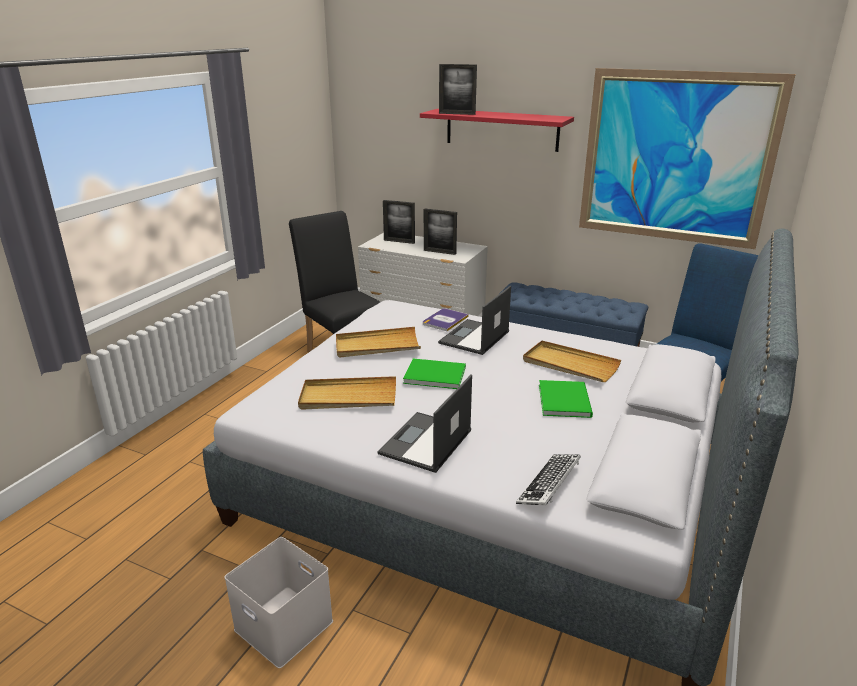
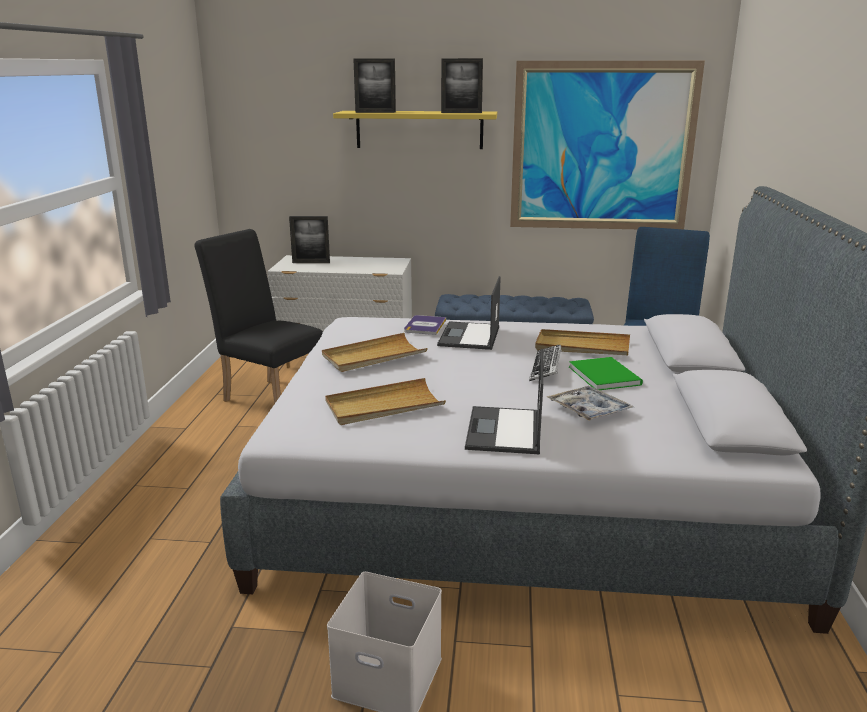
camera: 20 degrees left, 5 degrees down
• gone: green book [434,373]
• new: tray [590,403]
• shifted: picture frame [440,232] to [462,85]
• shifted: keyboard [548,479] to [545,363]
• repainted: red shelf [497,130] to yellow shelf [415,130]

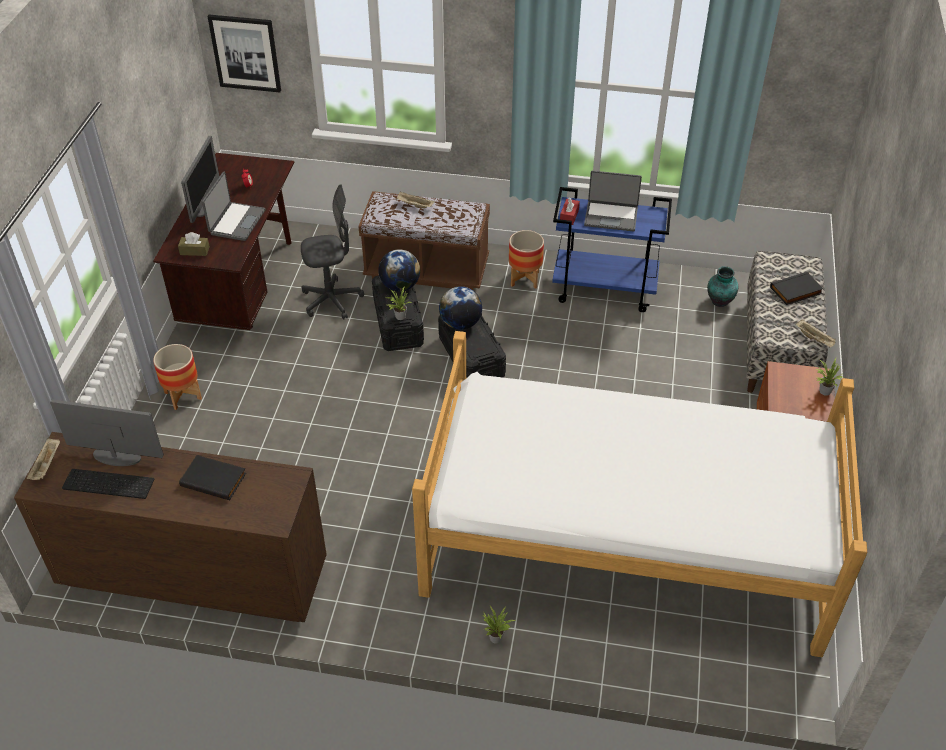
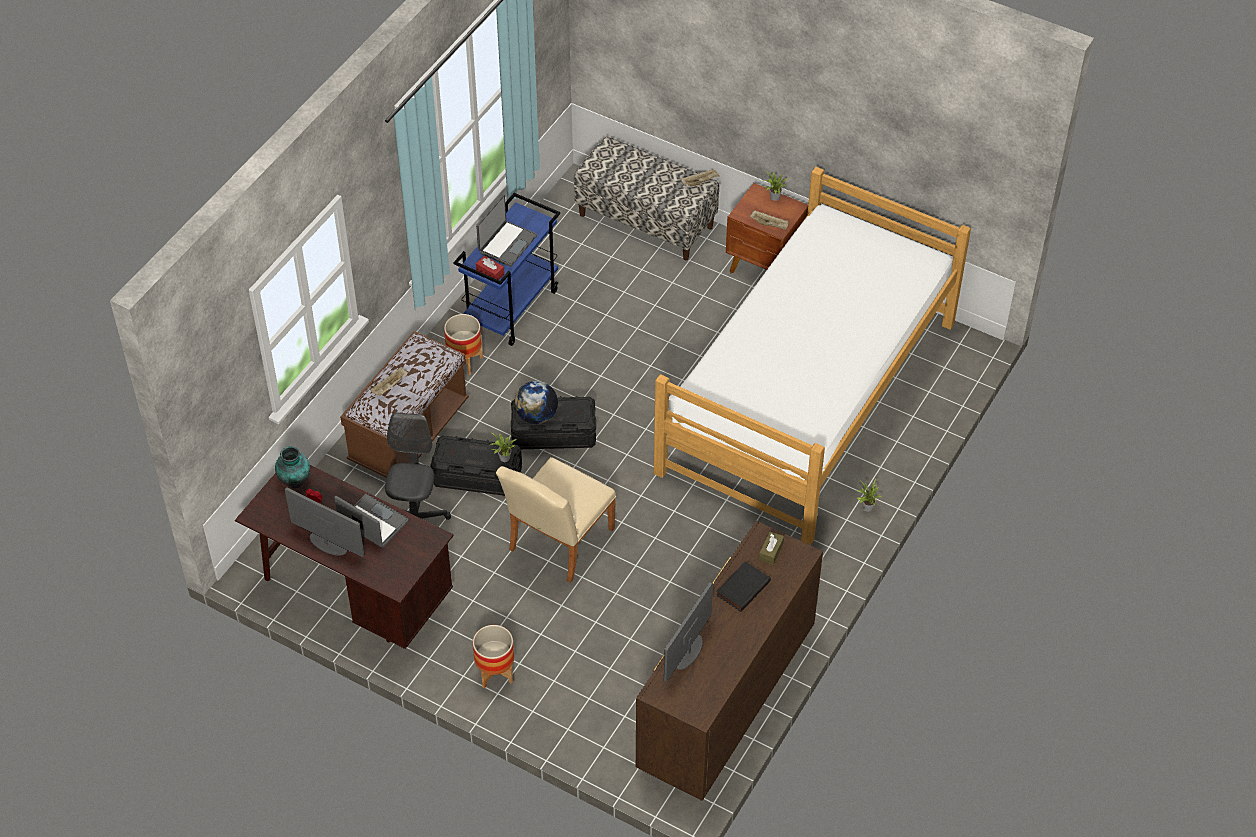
camera: 70 degrees left, 5 degrees up
• gone: keyboard [108,484]
• gone: picture [244,53]
• gone: globe [399,270]
• gone: black book [796,288]
• new: beige chair [556,520]
• shifted: beige tray [43,459] to [769,220]
• shifted: brown tissue box [194,244] to [771,548]
• shifted: vase [722,286] to [292,467]

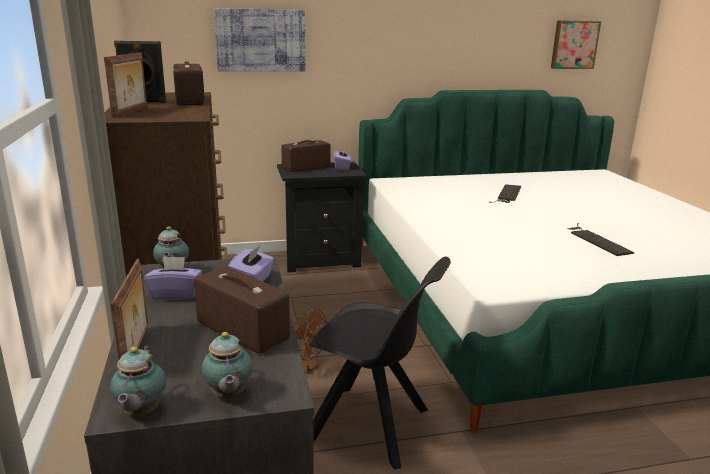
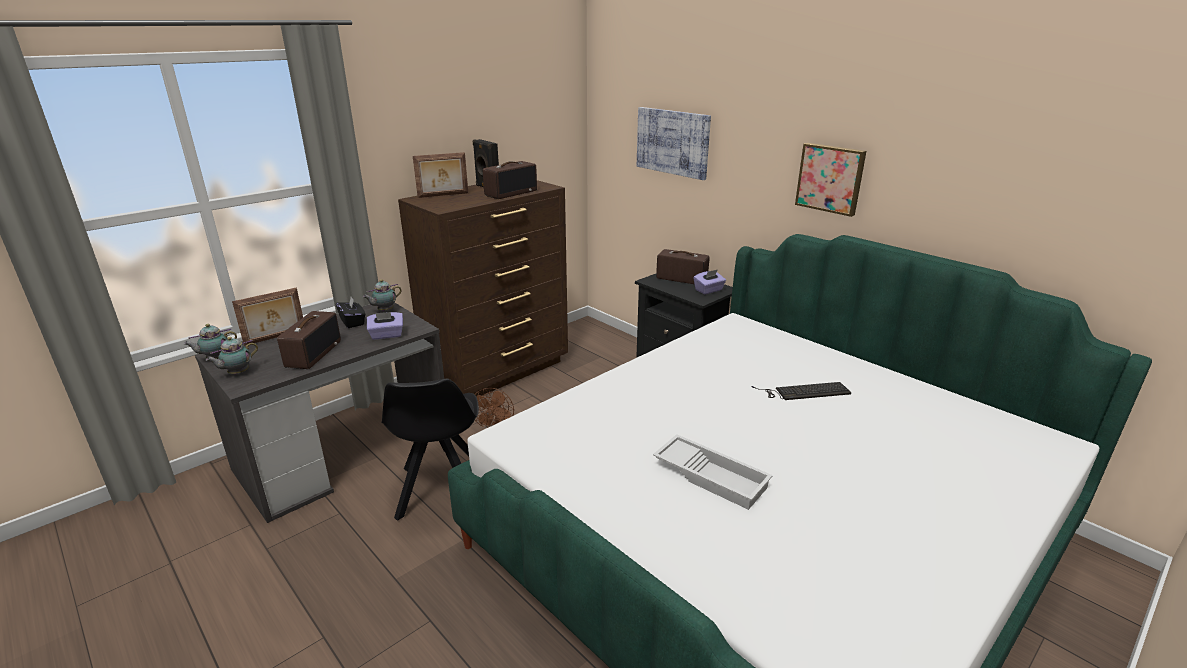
camera: 60 degrees right, 5 degrees up
• shifted: picture [576,44] to [830,180]
• swapped: keyboard [601,239] to white tray [713,472]
• repainted: purple tissue box [173,278] to black tissue box [350,312]

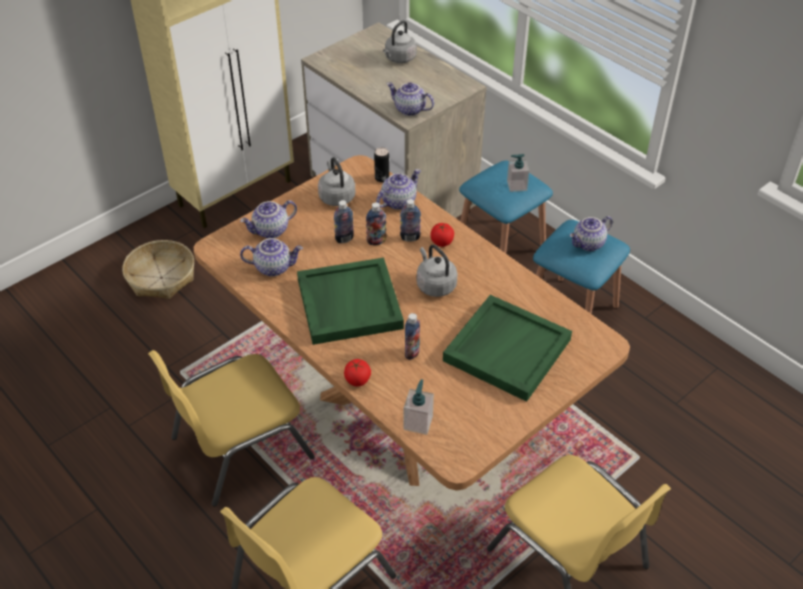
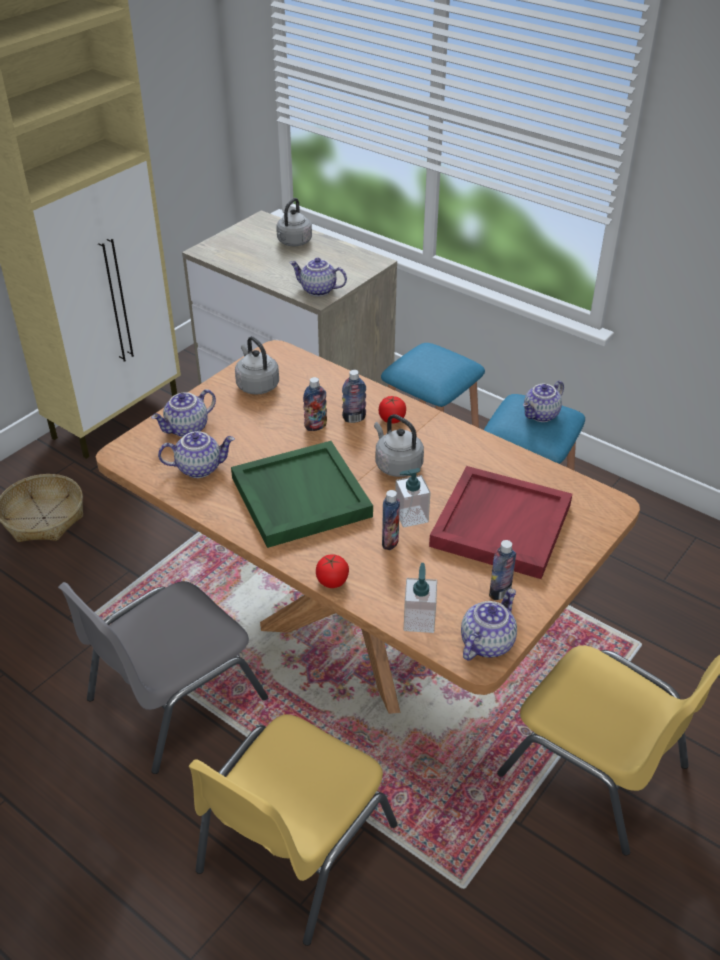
camera: 10 degrees left, 5 degrees down
• gone: can [381,164]
• shifted: bottle [344,221] to [502,570]
• shifted: teapot [398,189] to [489,625]
• shifted: soap dispenser [518,173] to [413,497]
• repainted: yellow chair [231,428] to grey chair [163,677]
• repainted: green tray [507,348] to red tray [500,522]

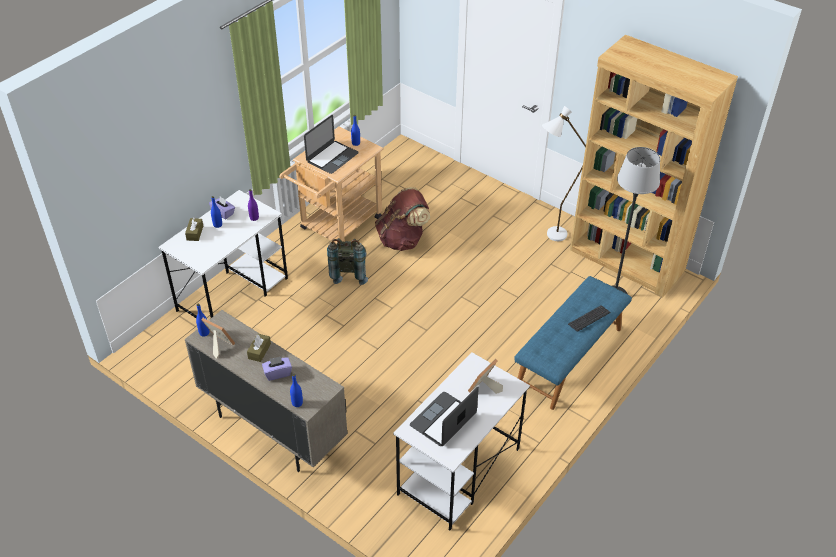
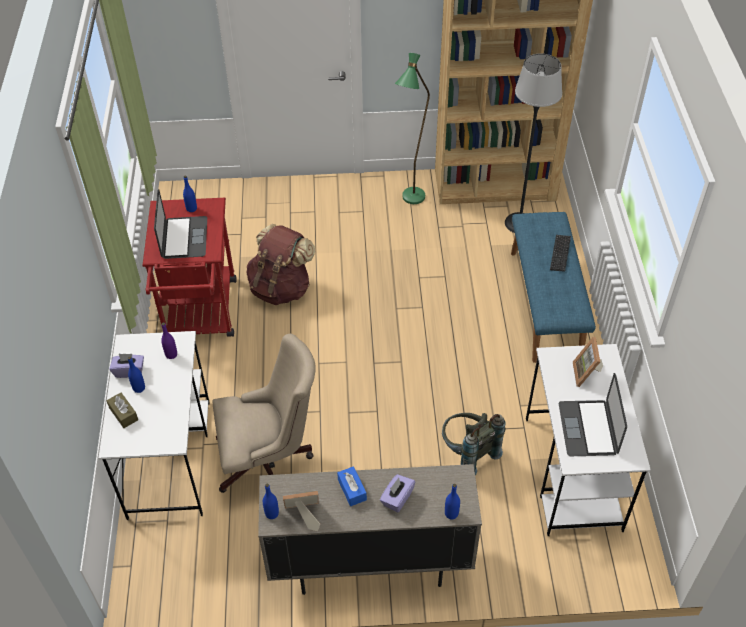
camera: 40 degrees left, 5 degrees up
• new: beige office chair [264,413]
• shifted: grey backpack [347,261] to [474,444]
• repainted: brown tissue box [259,348] to blue tissue box [352,486]
• repainted: beige cart [331,185] to red cart [189,267]
• repainted: white floor lamp [564,173] to green floor lamp [412,128]

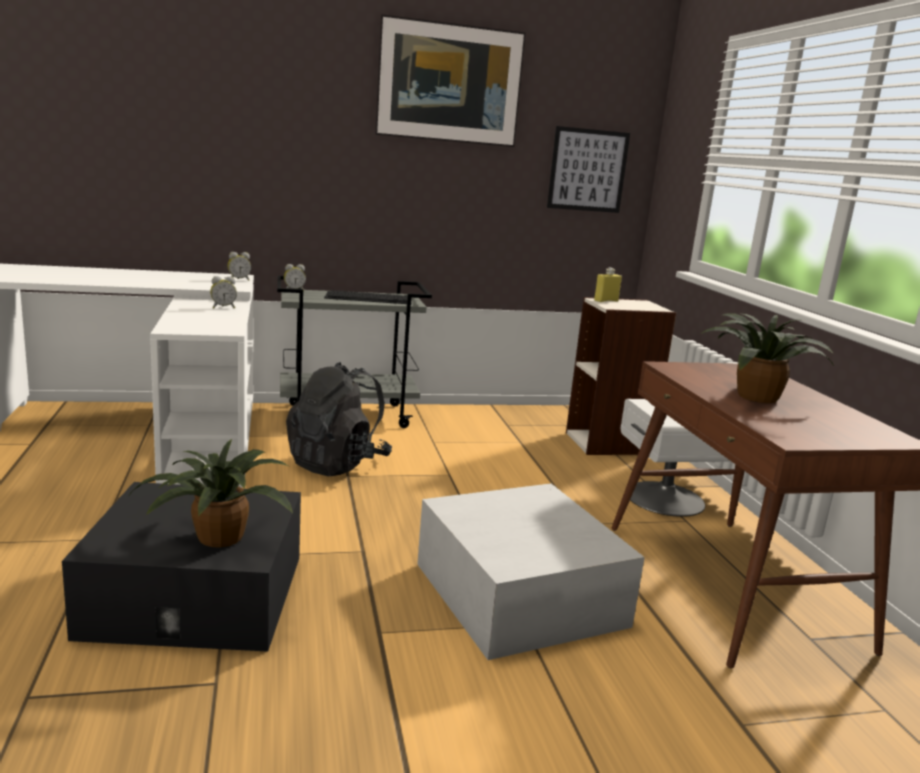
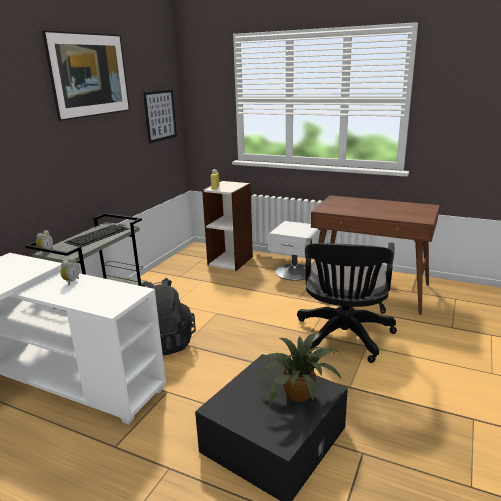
camera: 50 degrees left, 5 degrees up
• gone: alarm clock [239,266]
• gone: potted plant [767,358]
• swapped: white storage box [531,571] to black office chair [347,300]

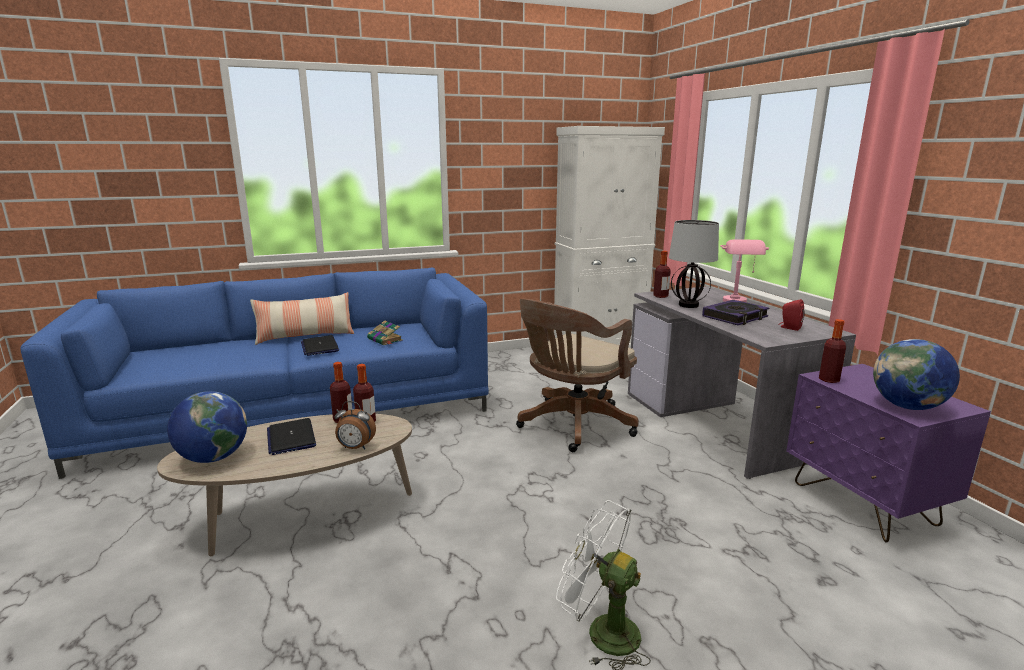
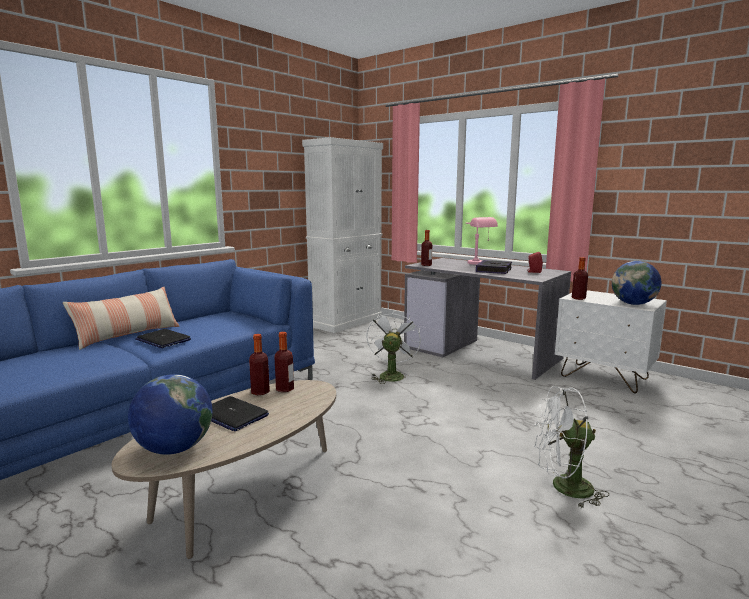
camera: 30 degrees left, 5 degrees down
• gone: alarm clock [355,425]
• gone: book [385,332]
• gone: table lamp [694,264]
• swapped: brown office chair [577,375] to white fan [394,347]
• repainted: purple nightstand [888,453] to white nightstand [611,341]

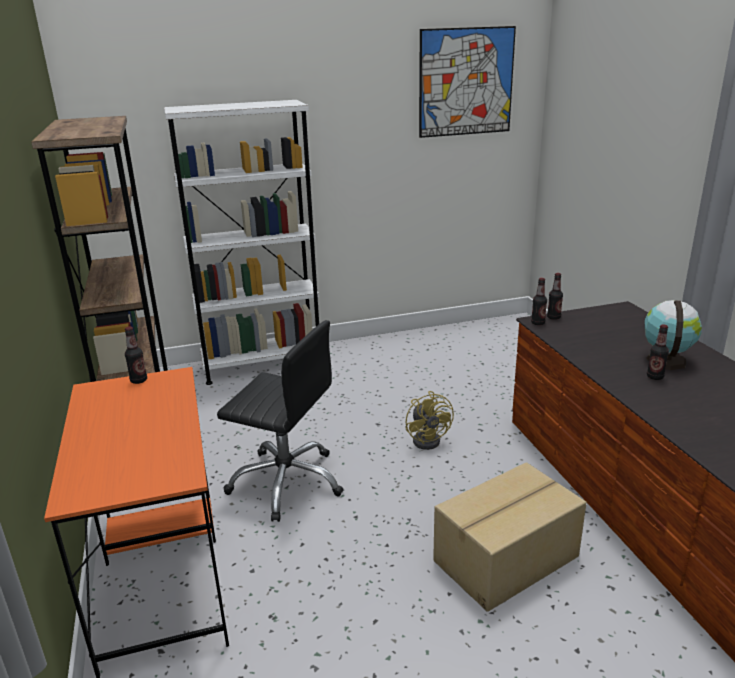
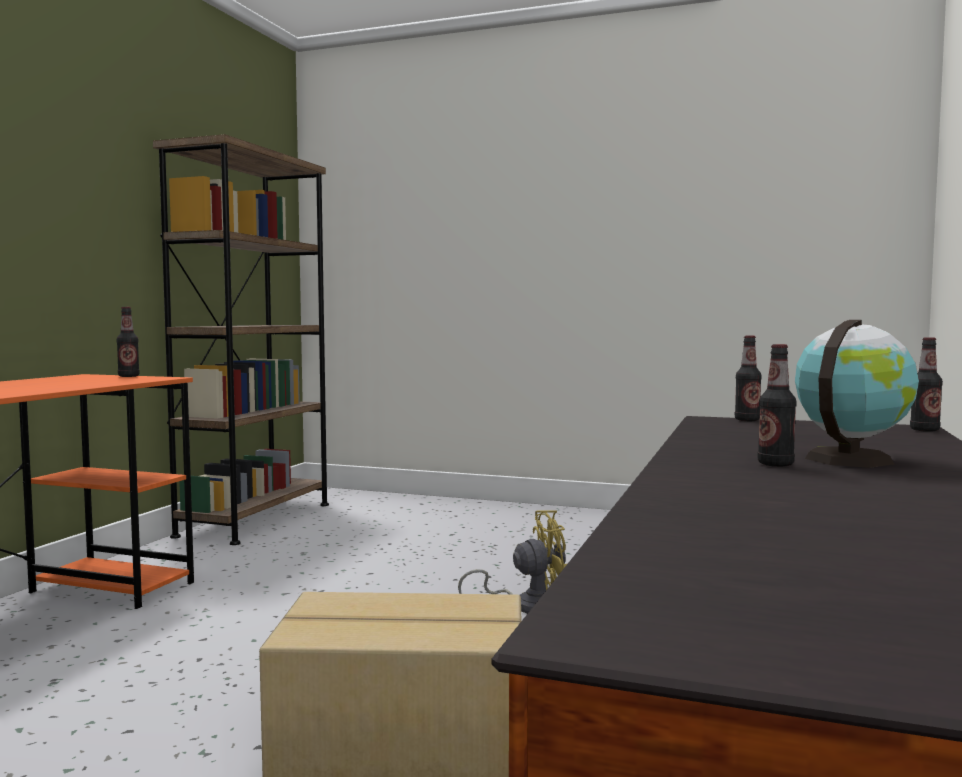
camera: 35 degrees right, 20 degrees down
• gone: white bookcase [241,242]
• gone: black office chair [280,421]
• gone: picture [467,82]
• shifted: bottle [539,301] to [926,384]
• rotated: yellow fan [429,420] = [512,562] 120 degrees counterclockwise

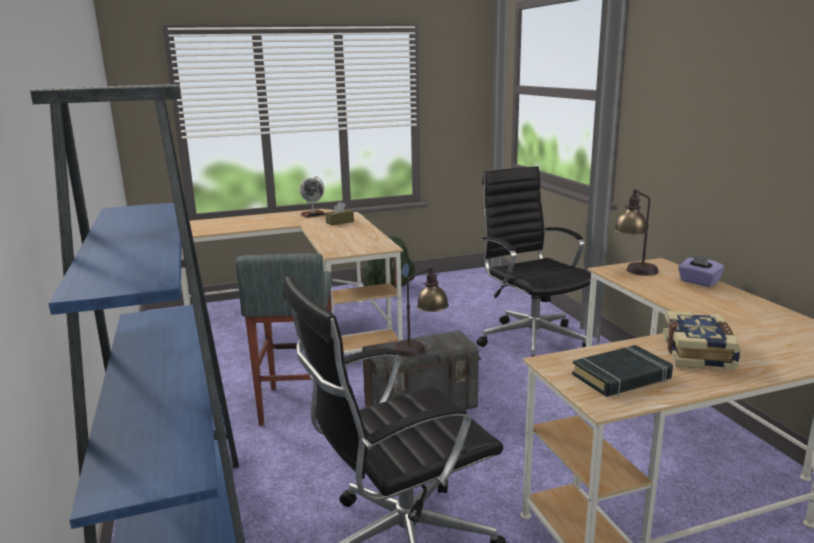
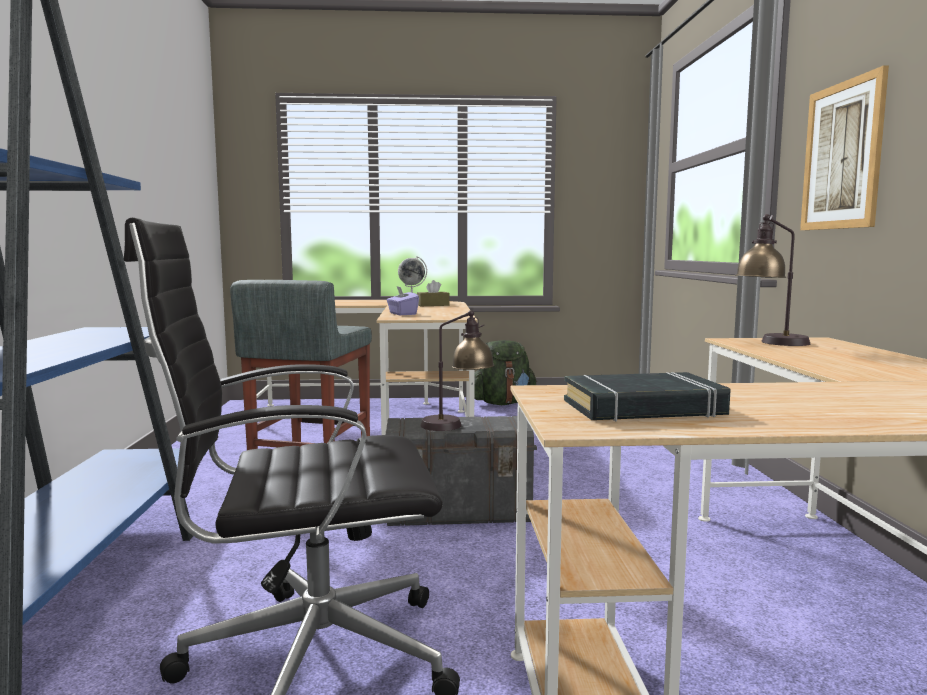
camera: 15 degrees right, 10 degrees down
• gone: black office chair [534,261]
• gone: book [702,341]
• new: picture [844,147]
• shifted: purple tissue box [701,270] to [403,301]

